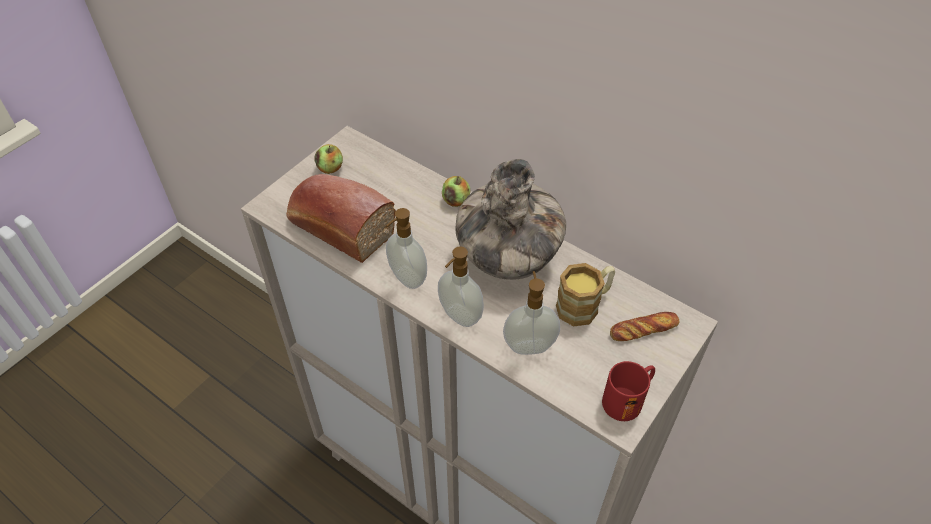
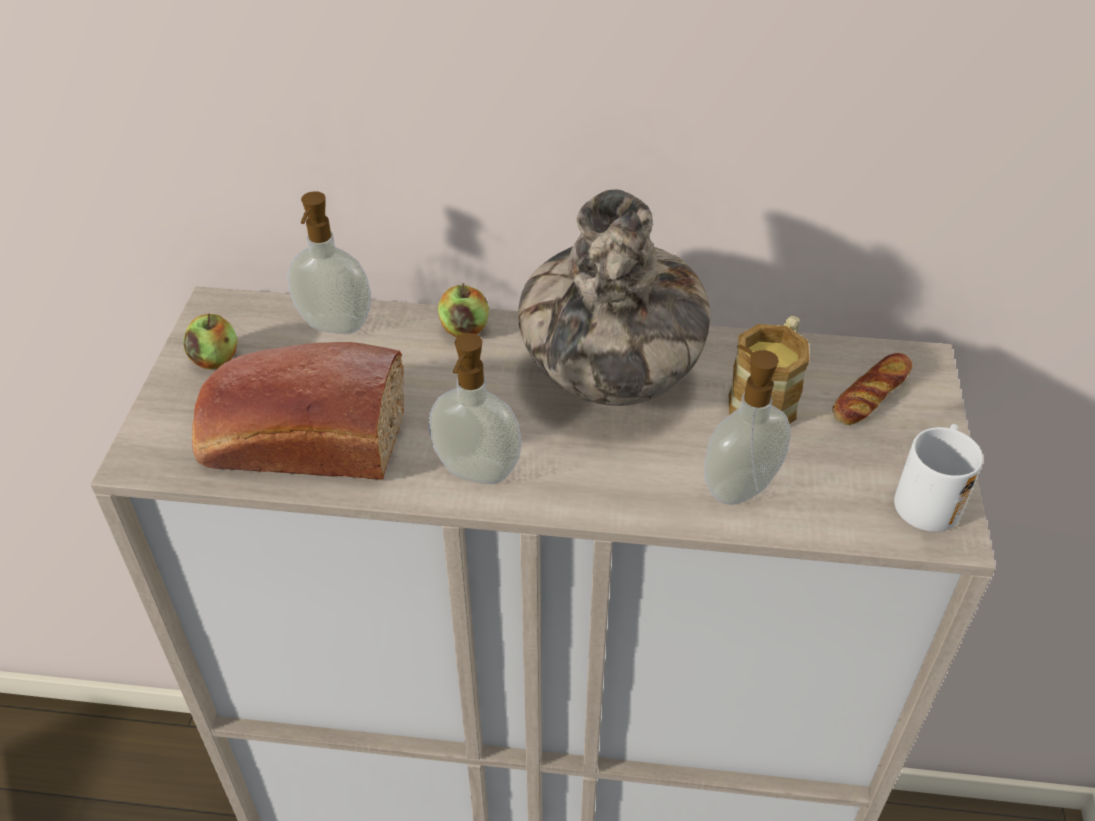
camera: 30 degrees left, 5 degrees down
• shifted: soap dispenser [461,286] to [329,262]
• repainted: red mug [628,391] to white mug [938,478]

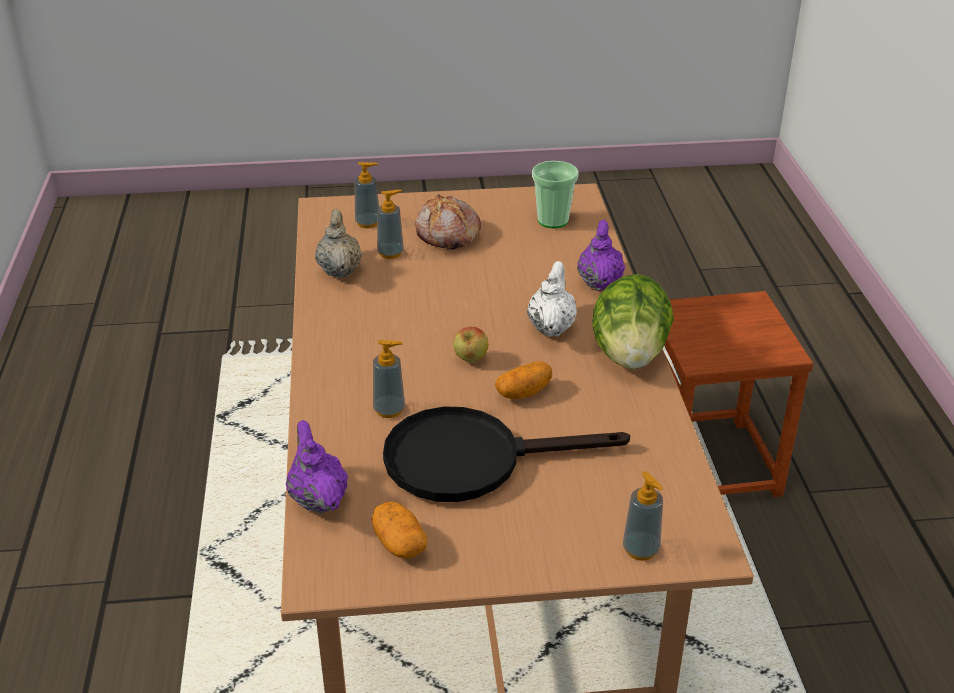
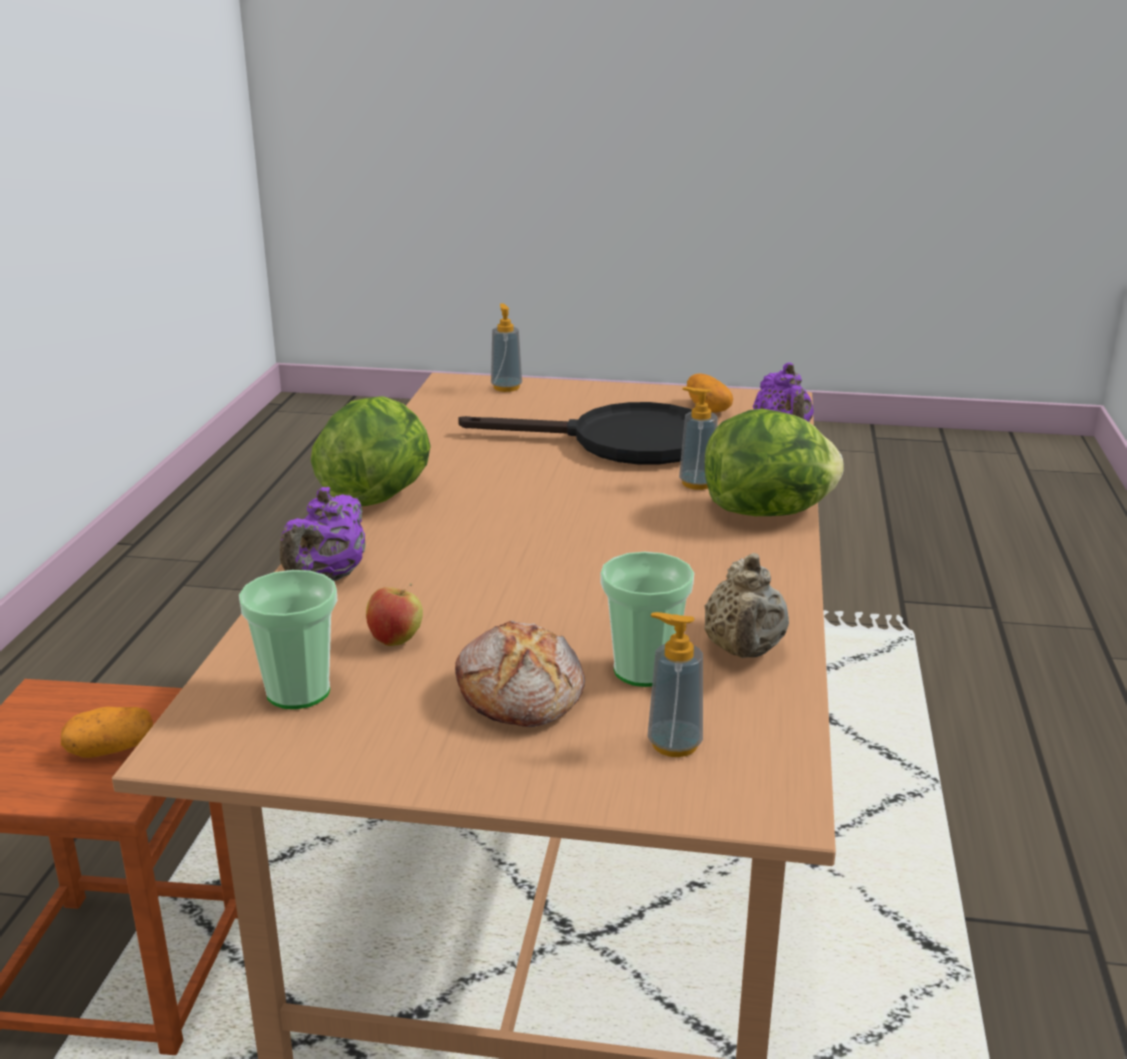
camera: 165 degrees left, 10 degrees down
• gone: white teapot [552,299]
• new: lettuce [774,462]
• shifted: apple [470,344] to [394,614]
• shifted: potato [523,380] to [107,732]
• swapped: soap dispenser [390,224] to cup [647,619]

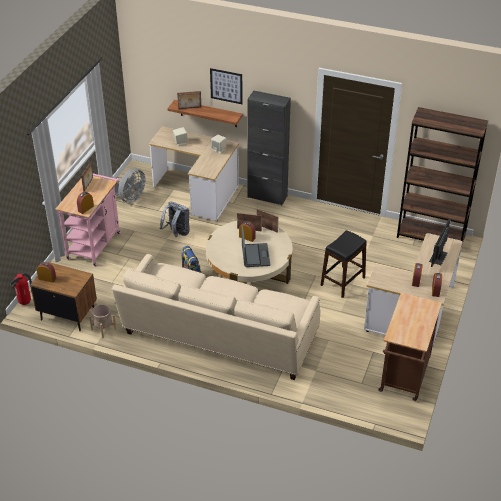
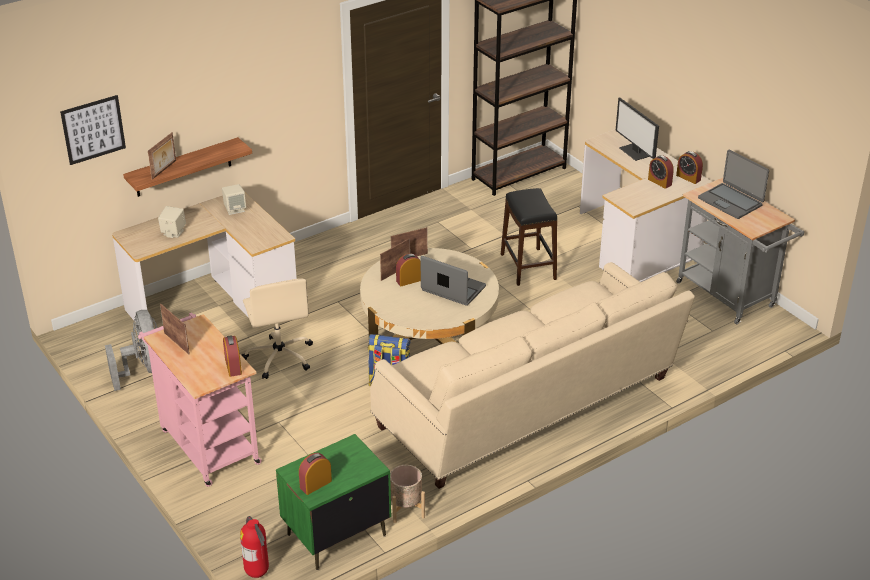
camera: 55 degrees left, 5 degrees down
• gone: black cabinet [269,148]
• new: laptop [733,184]
• shifted: picture [226,86] to [93,130]
• swapped: grey backpack [175,219] to beige office chair [277,329]
• repainted: brown nightstand [63,296] to green nightstand [333,502]
• repainted: brown cart [410,347] to grey cart [740,251]

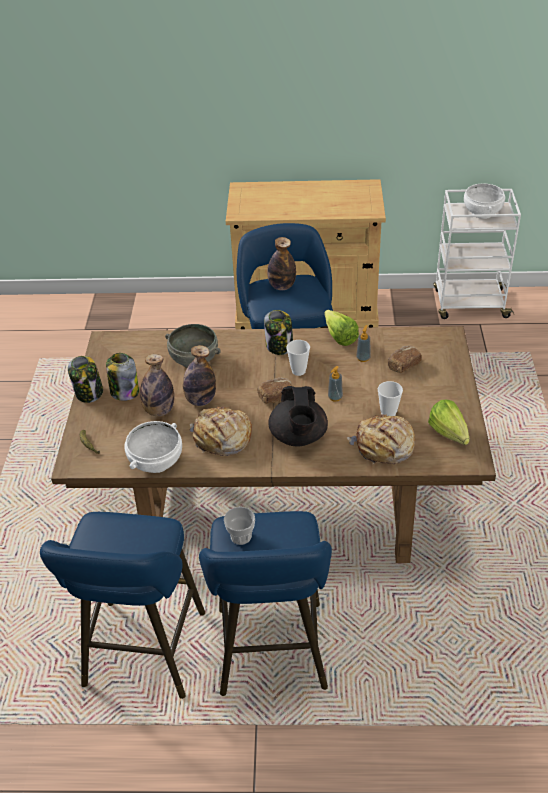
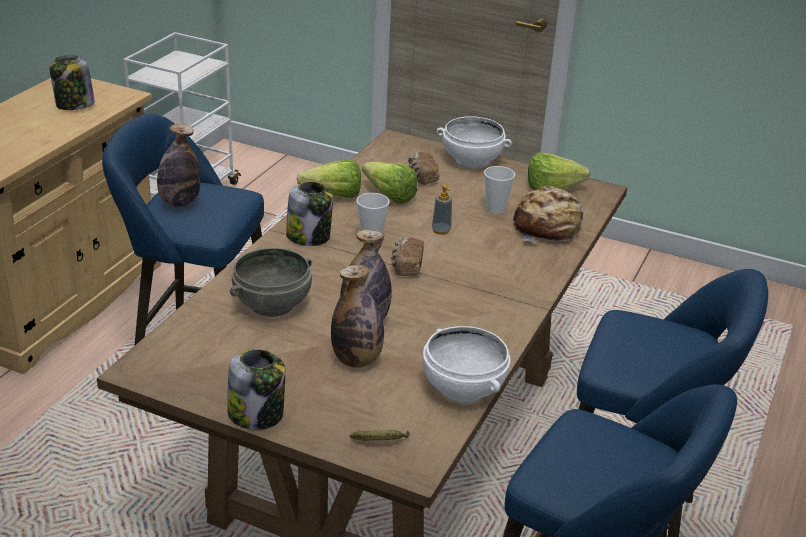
camera: 70 degrees left, 10 degrees down
• gone: bread [221,431]
• gone: cup [239,526]
• gone: black teapot [298,416]
• shifted: jar [122,377] to [72,82]
• shifted: white bowl [484,201] to [474,142]
• swapped: soap dispenser [363,343] to lettuce [389,183]

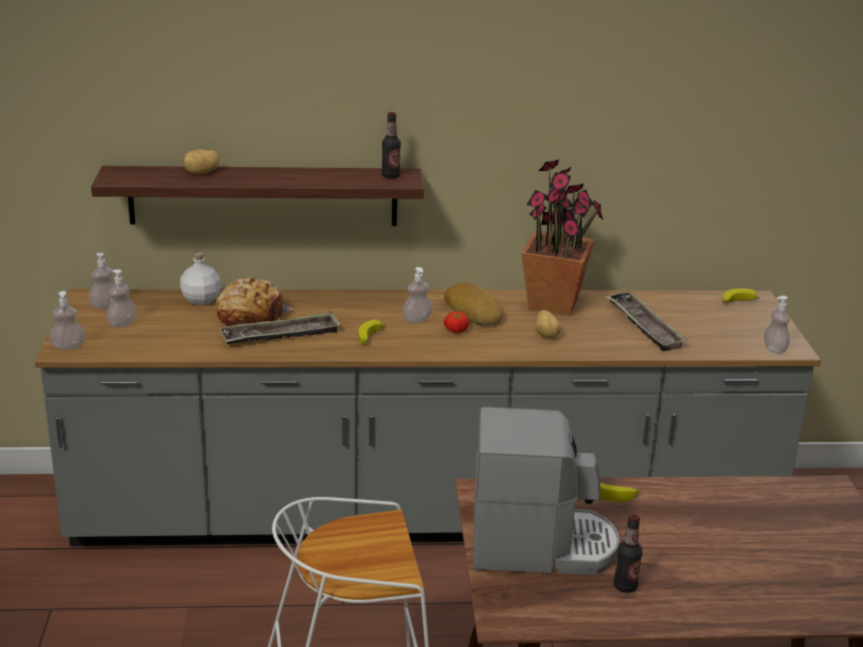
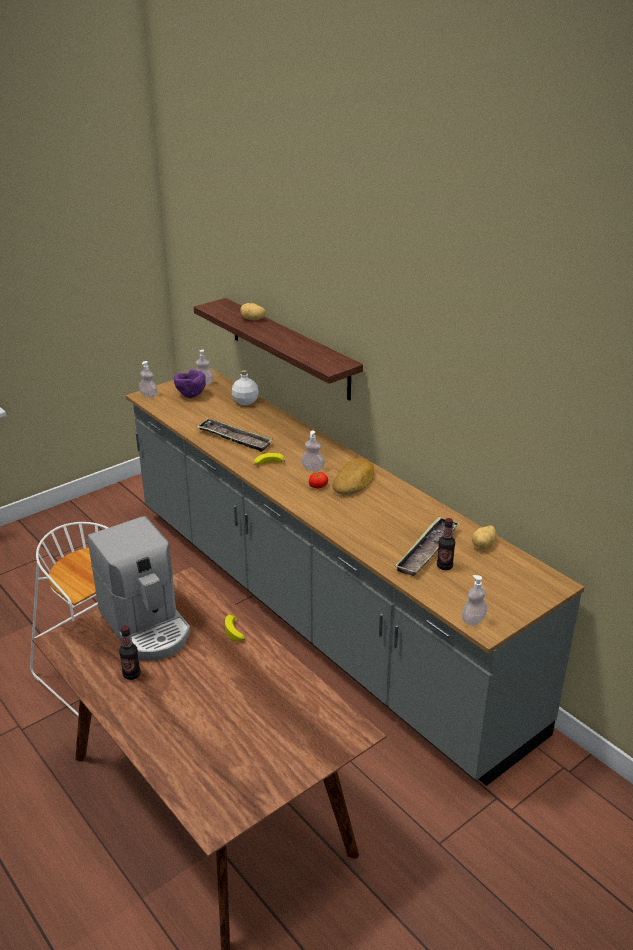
camera: 55 degrees right, 5 degrees up
• gone: bread [254,301]
• gone: potted plant [562,237]
• gone: banana [740,295]
• shifted: bottle [391,145] to [446,544]
• shifted: potato [548,324] to [484,537]
• swapped: soap dispenser [121,299] to purple bowl [189,383]

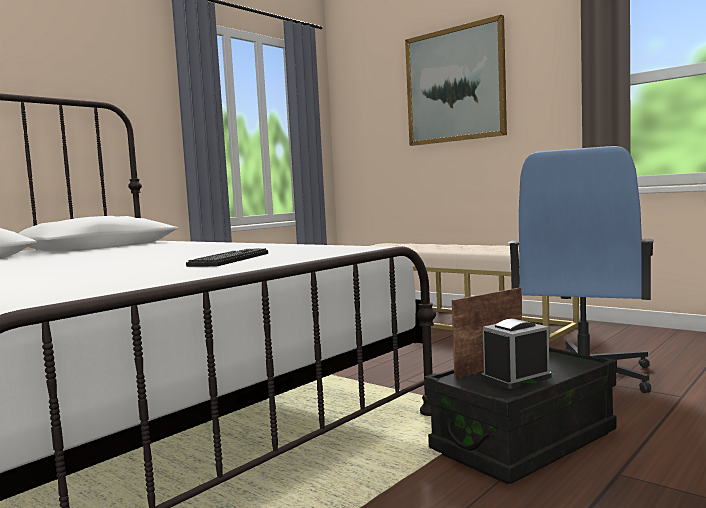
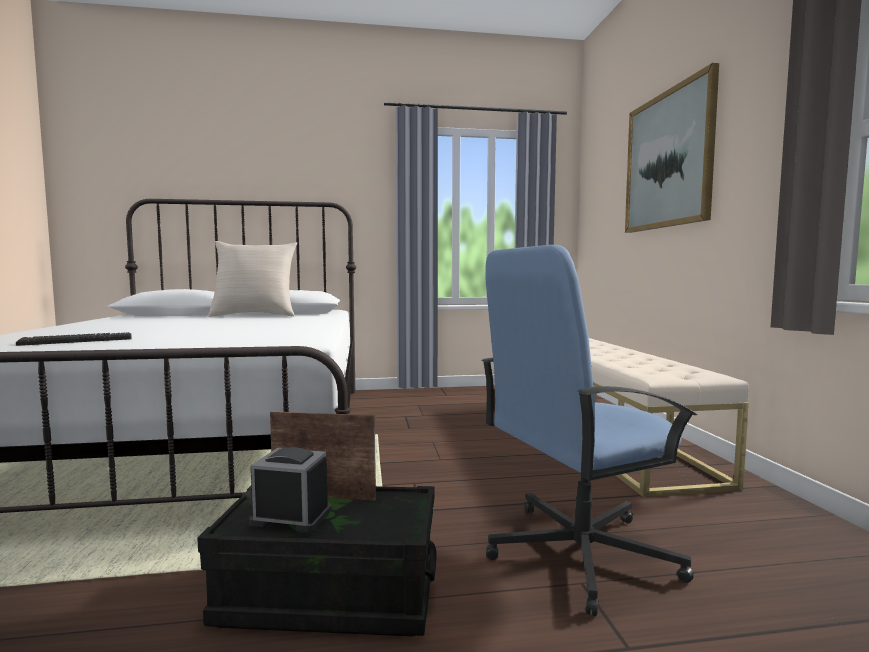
camera: 40 degrees right, 0 degrees up
• new: beige pillow [252,279]
• shifted: keyboard [227,257] to [74,339]

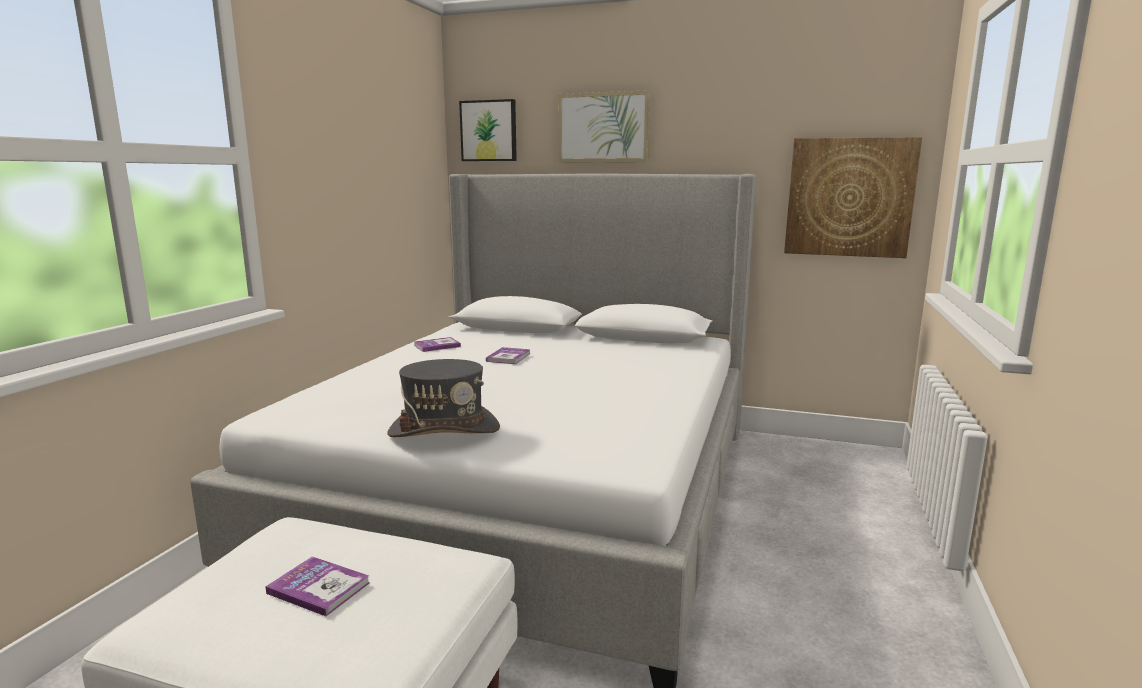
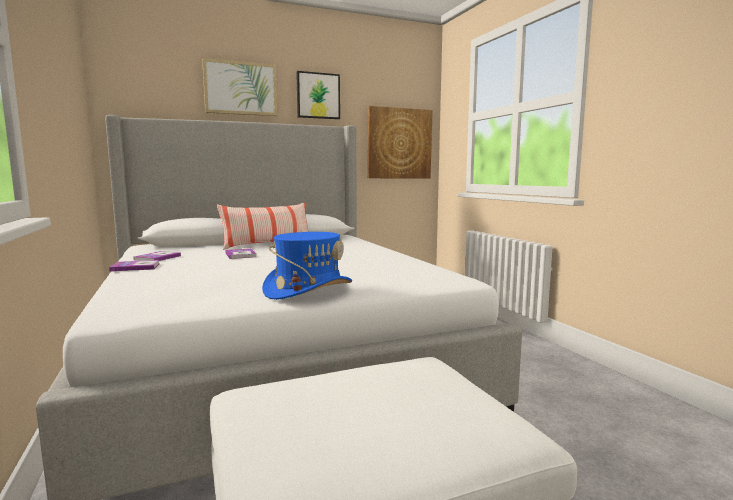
camera: 40 degrees left, 5 degrees down
• new: pillow [262,226]
• shifted: book [317,586] to [134,265]
• shifted: picture [488,130] to [318,95]
• repainted: grey hat [443,398] to blue hat [307,266]

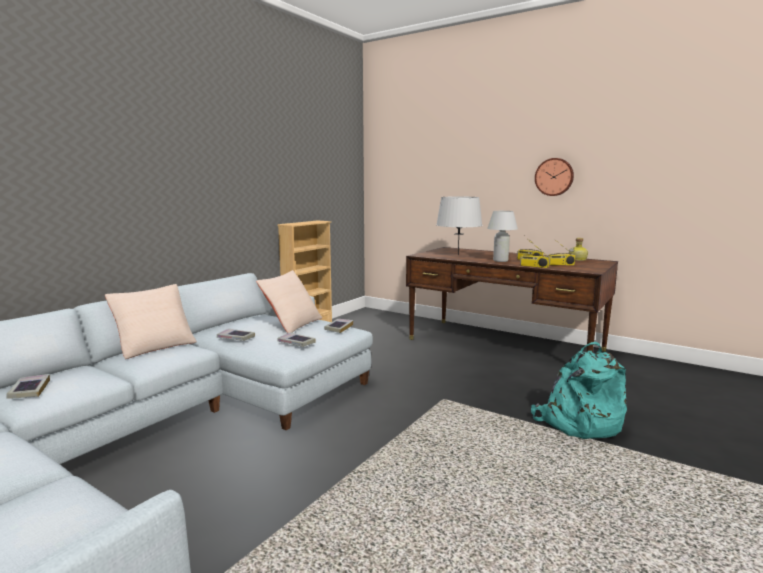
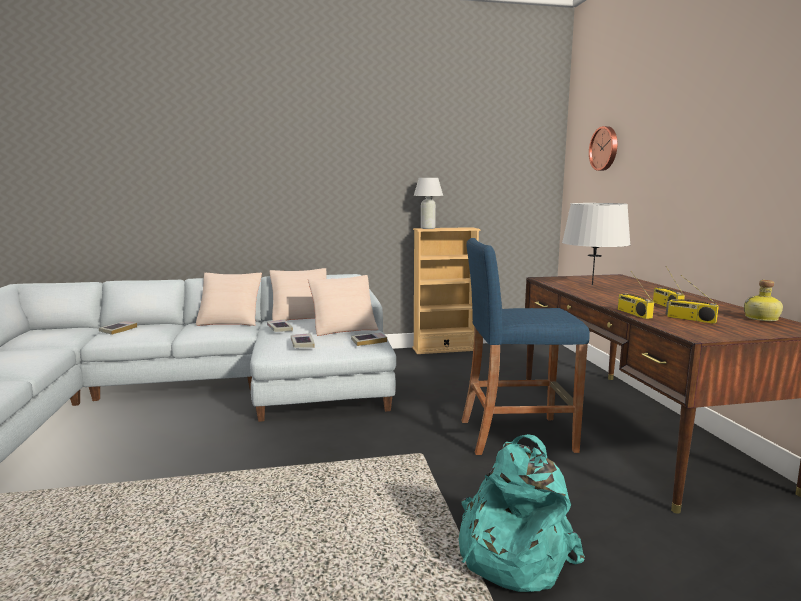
camera: 45 degrees right, 0 degrees up
• new: beige pillow [298,294]
• new: blue stool [525,346]
• shifted: white table lamp [502,236] to [428,203]
• shifted: wall clock [554,177] to [603,148]

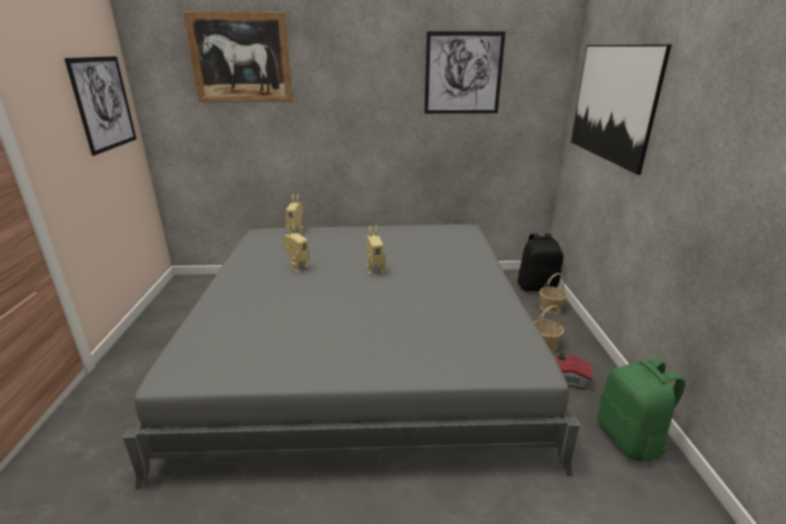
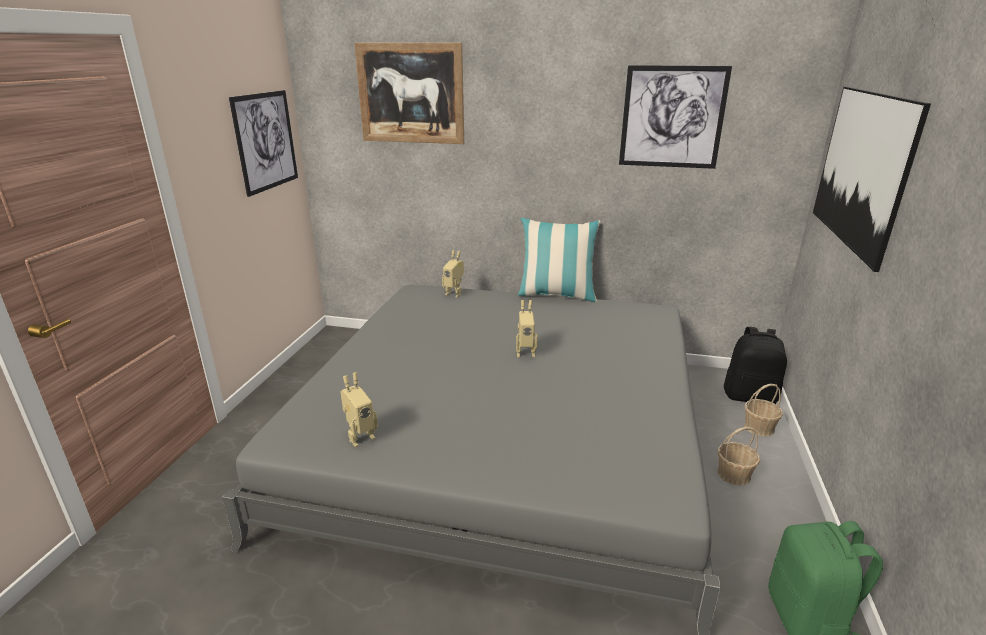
camera: 15 degrees right, 0 degrees up
• gone: toy house [573,371]
• new: pillow [559,260]
• shifted: toy robot [296,247] to [359,409]

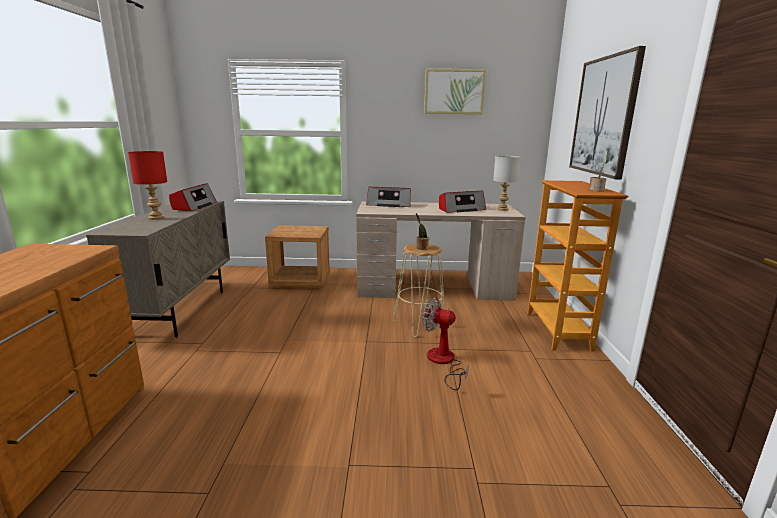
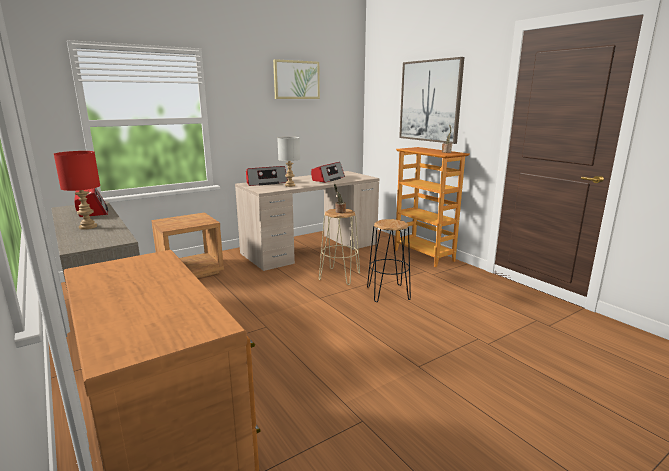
camera: 35 degrees left, 0 degrees up
• shifted: grey table lamp [507,183] to [288,162]
• swapped: fan [446,344] to black stool [389,260]

